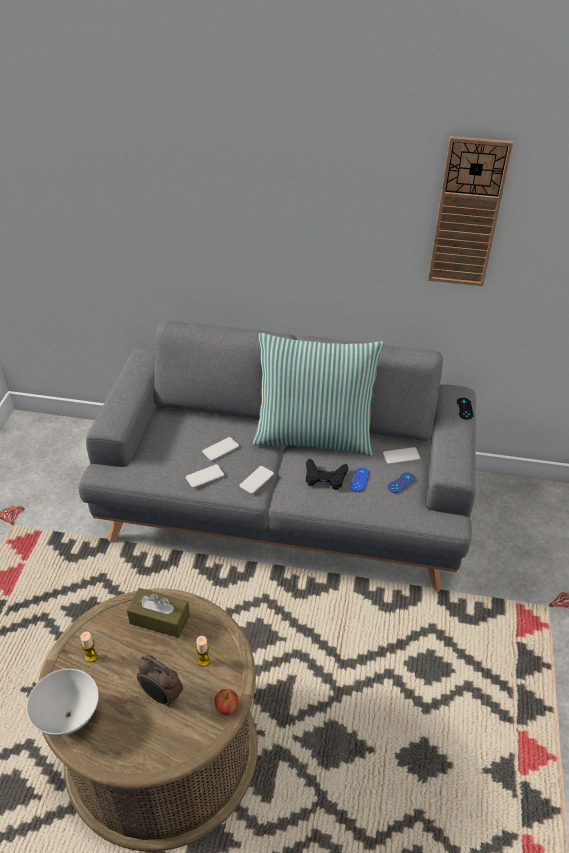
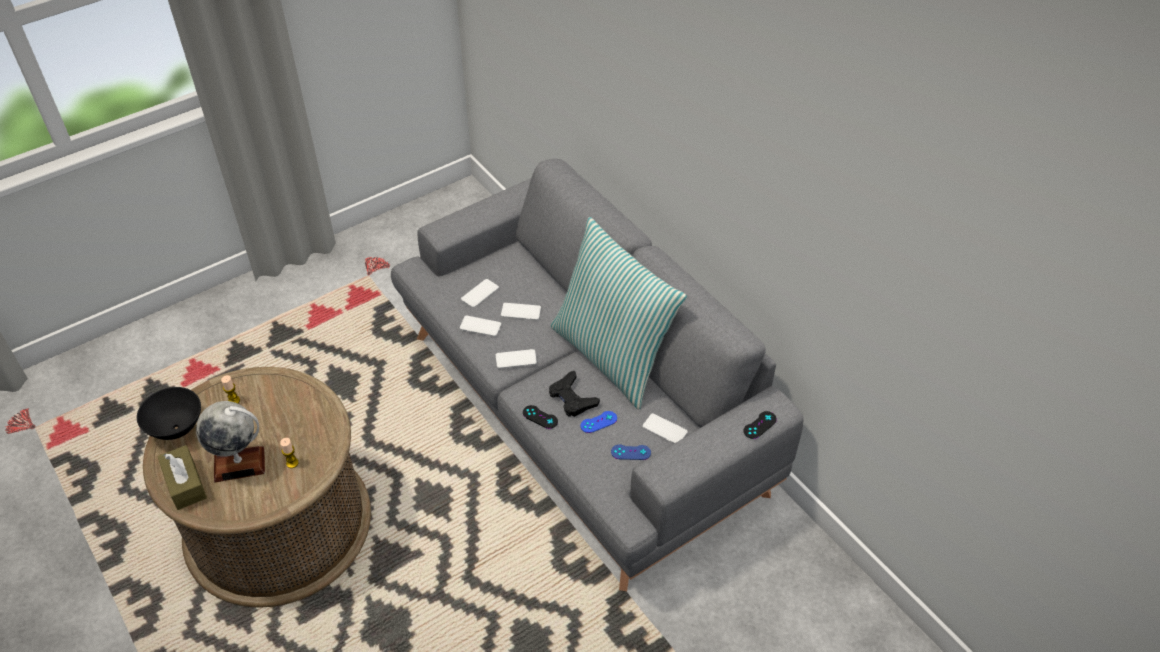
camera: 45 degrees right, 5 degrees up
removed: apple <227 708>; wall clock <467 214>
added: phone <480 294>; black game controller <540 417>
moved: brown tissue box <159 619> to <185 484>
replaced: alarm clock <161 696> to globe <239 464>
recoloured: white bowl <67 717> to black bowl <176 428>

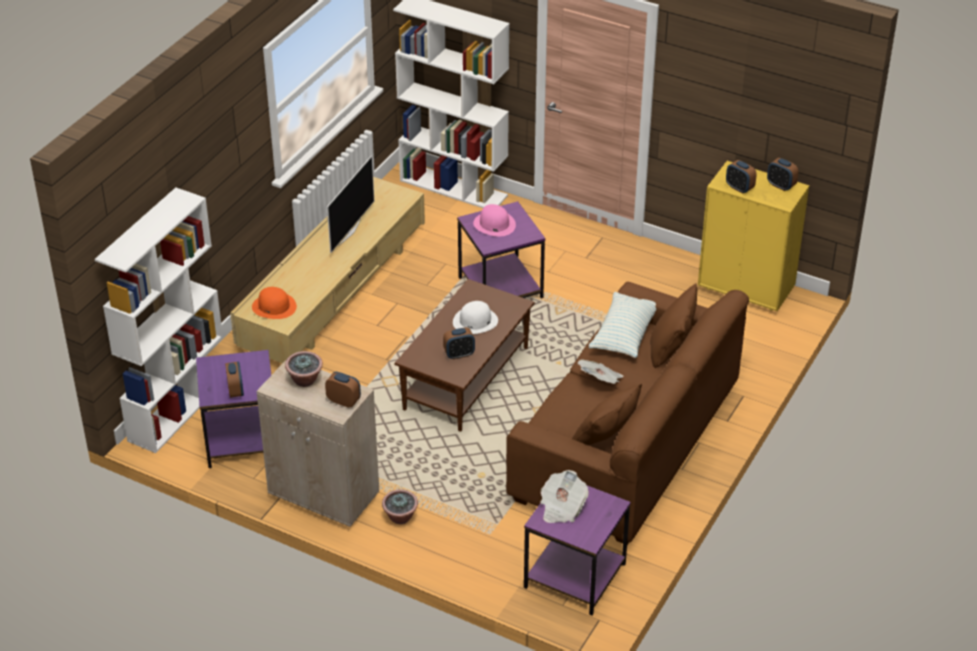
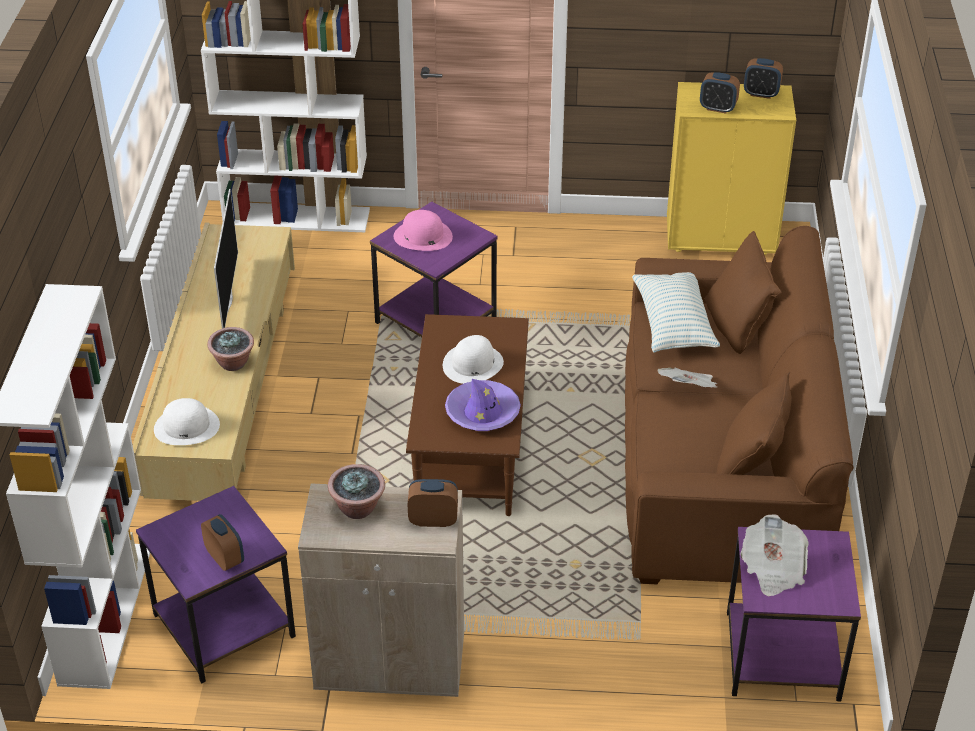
camera: 25 degrees left, 0 degrees up
moved: potted plant <400 517> to <233 363>
replaced: alarm clock <459 354> to purple hat <482 412>
recoloured: orange hat <274 306> to white hat <187 426>

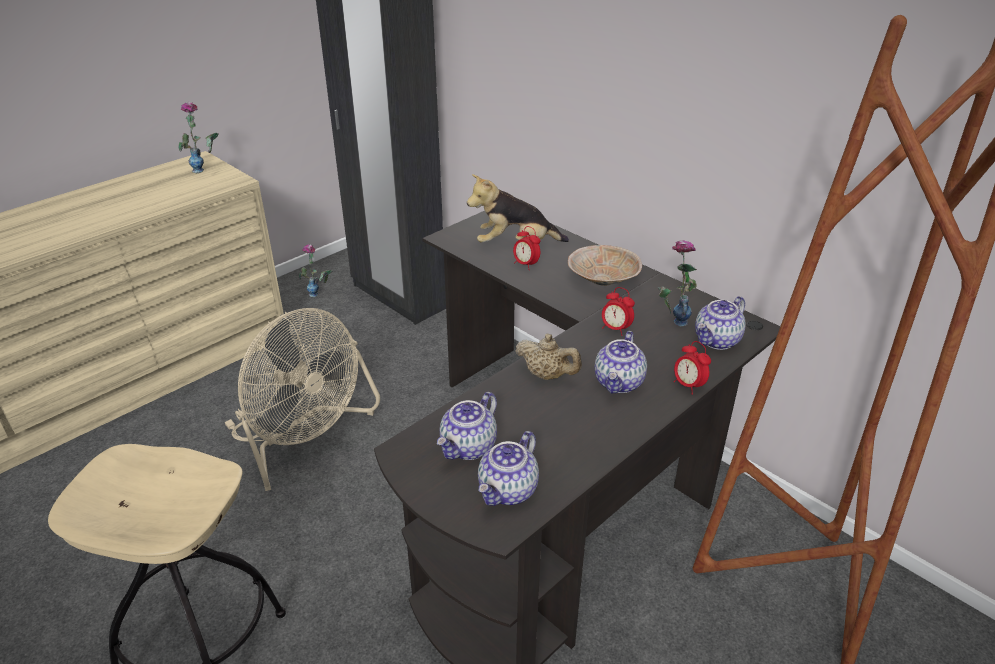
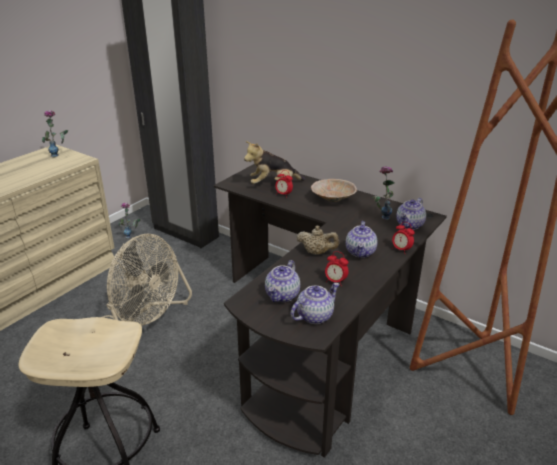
camera: 10 degrees left, 5 degrees down
moved: alarm clock <615 329> to <335 281>
turned: teapot <508 491> = <314 315> 150 degrees counterclockwise

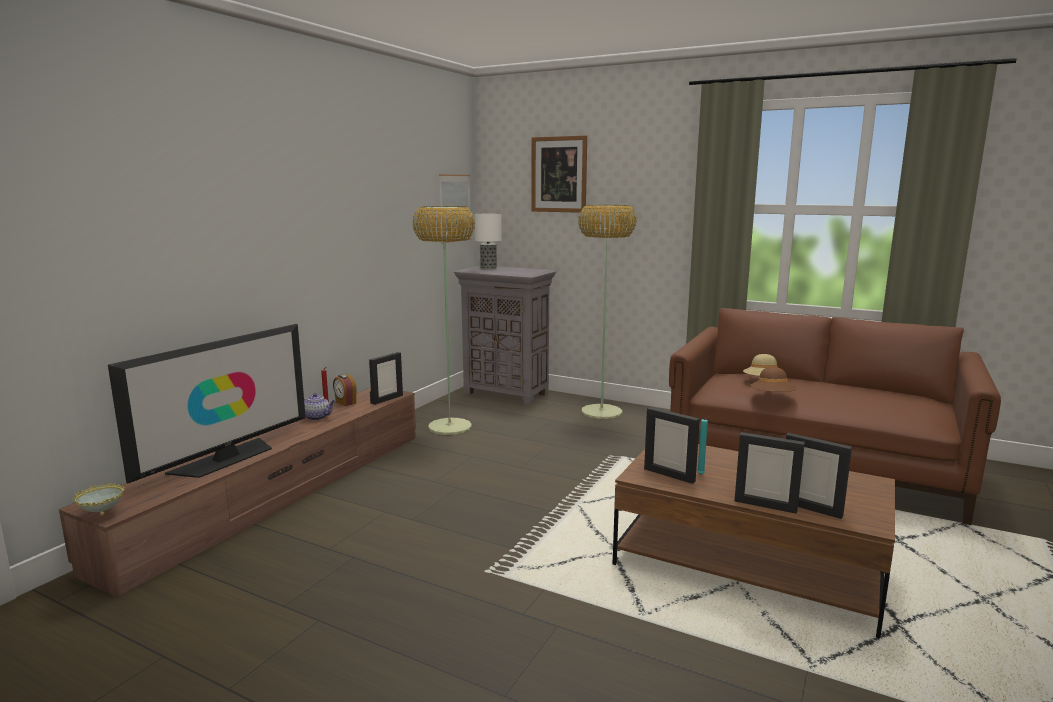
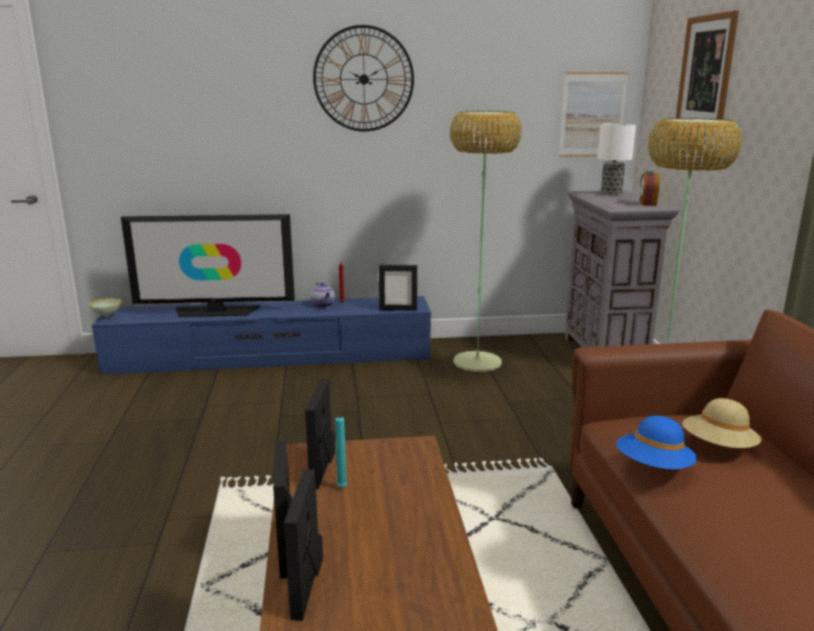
camera: 55 degrees right, 5 degrees up
added: wall clock <363 79>
moved: alarm clock <345 402> to <647 204>
recoloured: brown tv stand <280 492> to blue tv stand <271 356>; brown hat <772 397> to blue hat <653 467>

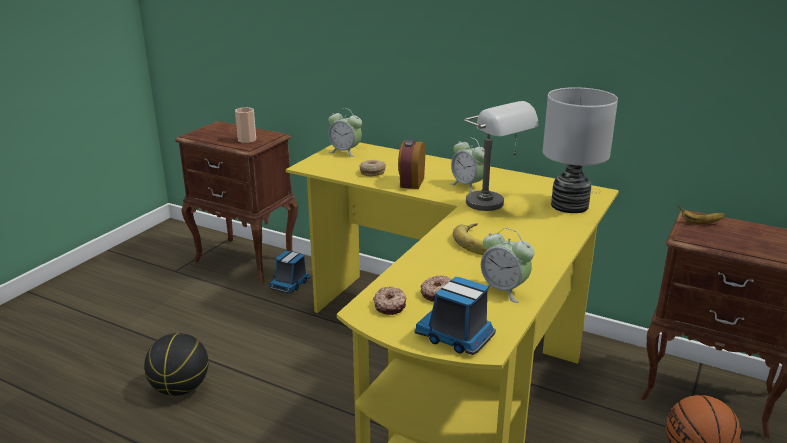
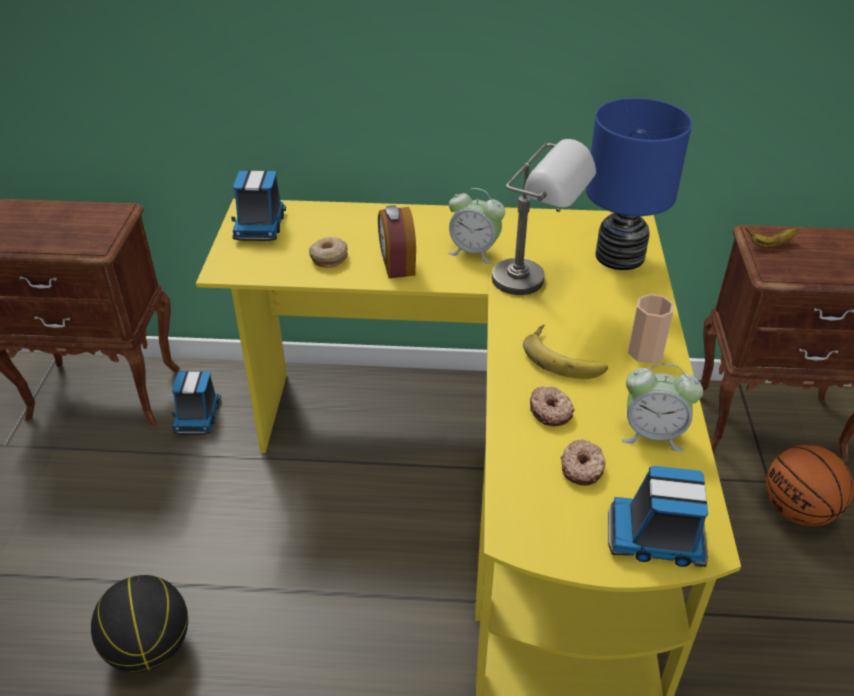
camera: 25 degrees left, 15 degrees up
moved: cup <247 140> to <645 352>; donut <390 305> to <551 411>
replaced: alarm clock <345 152> to toy truck <260 225>
recoloured: grey table lamp <569 206> to blue table lamp <619 256>

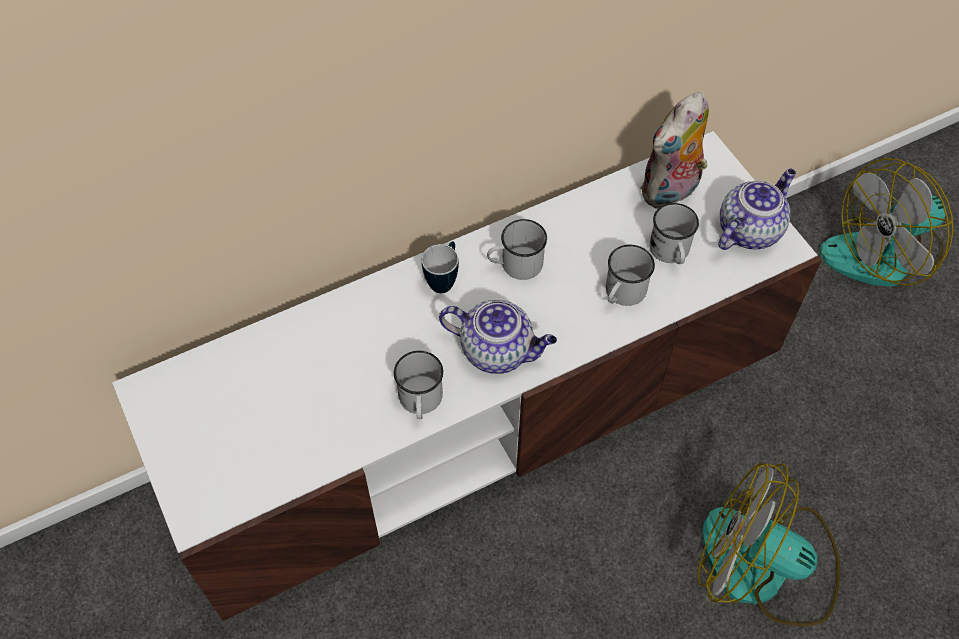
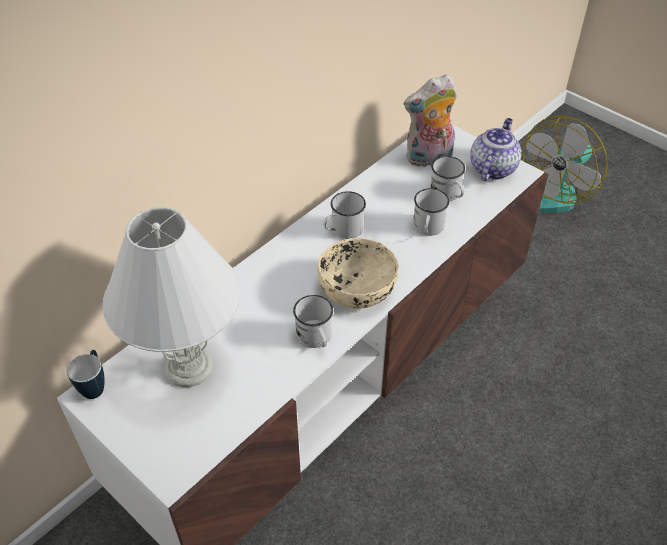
camera: 20 degrees left, 10 degrees down
removed: fan <764 568>
added: white table lamp <190 368>
moved: mug <444 279> to <95 386>
replaced: teapot <498 350> to beige bowl <357 288>
turned: plush toy <670 192> = <428 159> 45 degrees clockwise

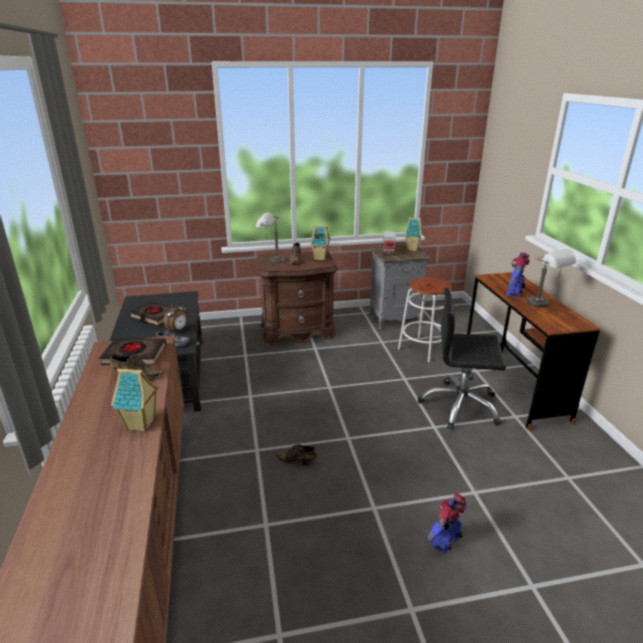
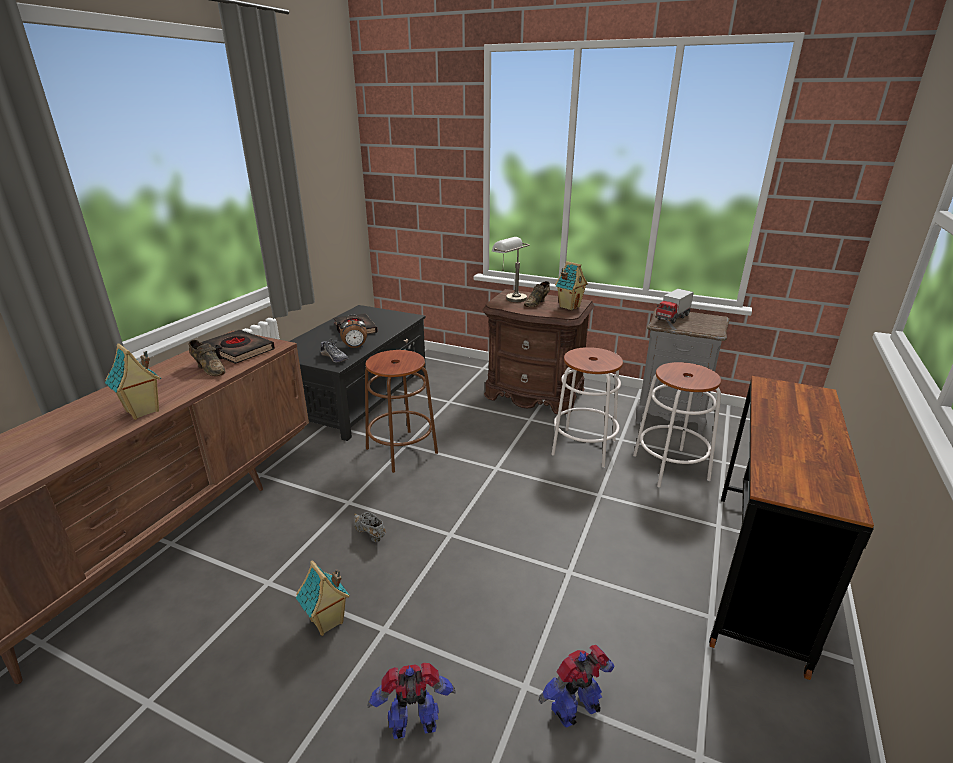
camera: 35 degrees right, 0 degrees up
removed: black office chair <460 406>; grey table lamp <544 305>
added: brown stool <401 450>; white stool <584 447>
moved: toy house <412 249> to <327 623>; toy robot <514 293> to <577 710>
recoloured: brown shoe <297 462> to grey shoe <369 534>

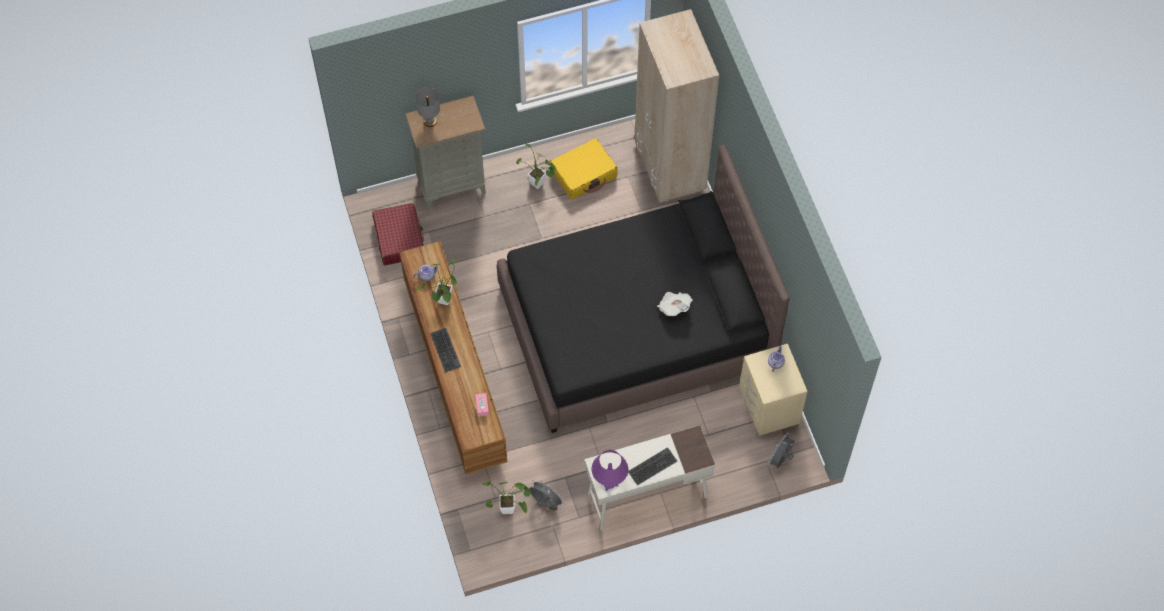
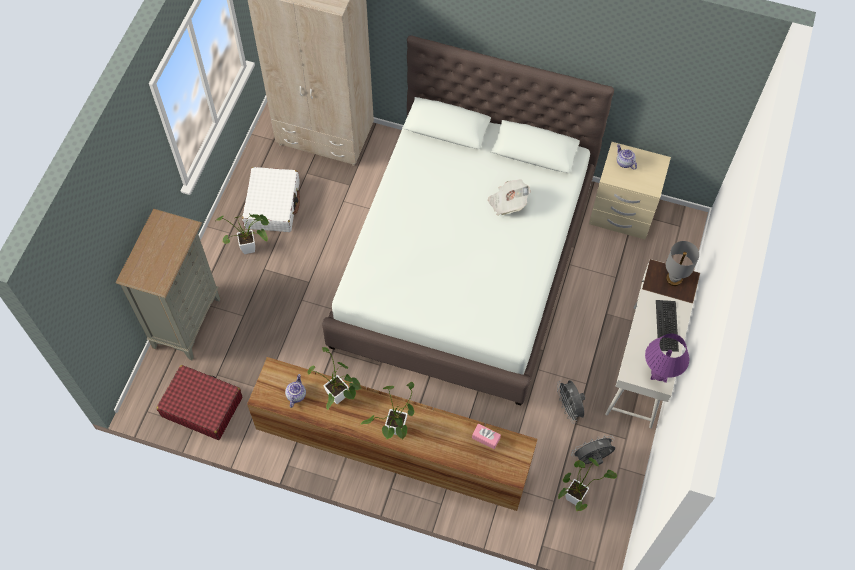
camera: 55 degrees left, 0 degrees up
moved: grey table lamp <429 121> to <673 279>; grey fan <780 459> to <569 408>
replaced: keyboard <445 350> to potted plant <395 432>
recoloured: black bed <636 326> to white bed <463 264>; yellow suitcase <584 174> to white suitcase <273 205>

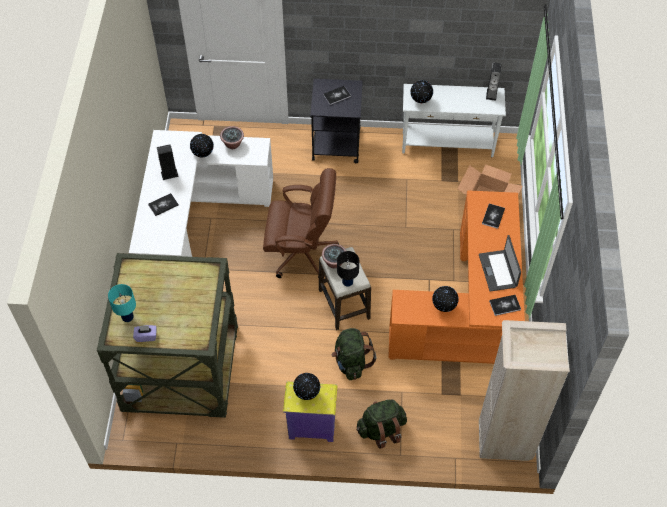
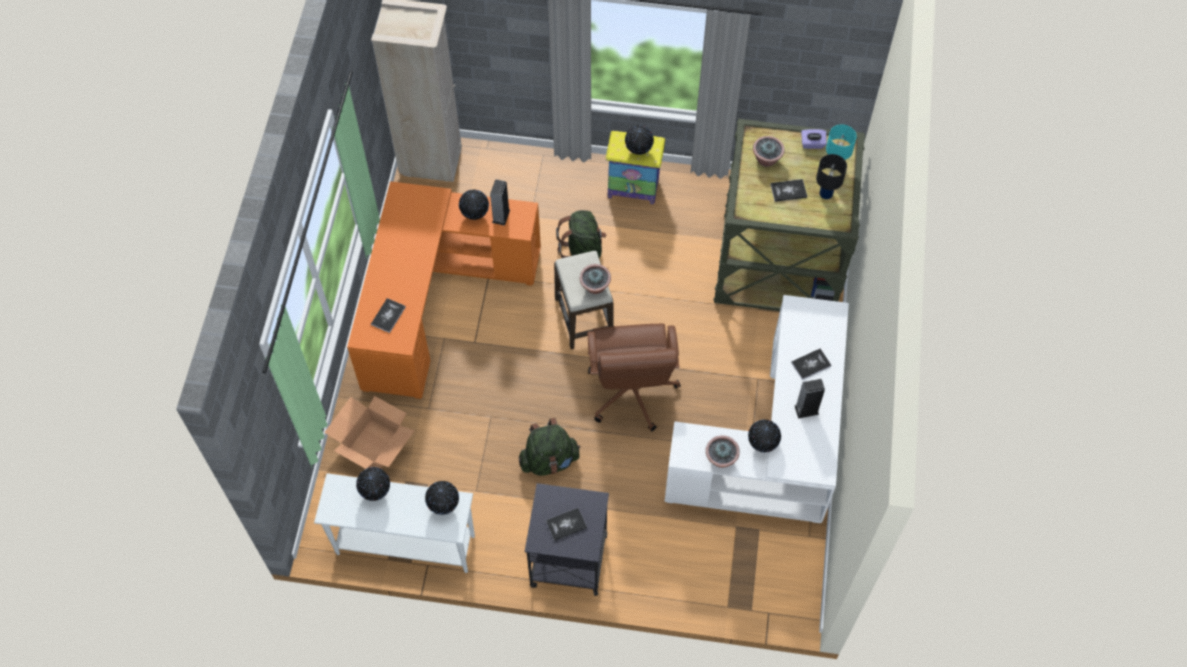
camera: 175 degrees left, 5 degrees up
removed: laptop <498 270>
added: globe <376 492>; potted plant <766 159>
moved: black table lamp <348 283> to <825 194>; green backpack <381 430> to <549 460>; speaker <491 94> to <501 216>; book <505 305> to <788 191>
turned: brown office chair <301 253> = <631 390> 105 degrees counterclockwise

